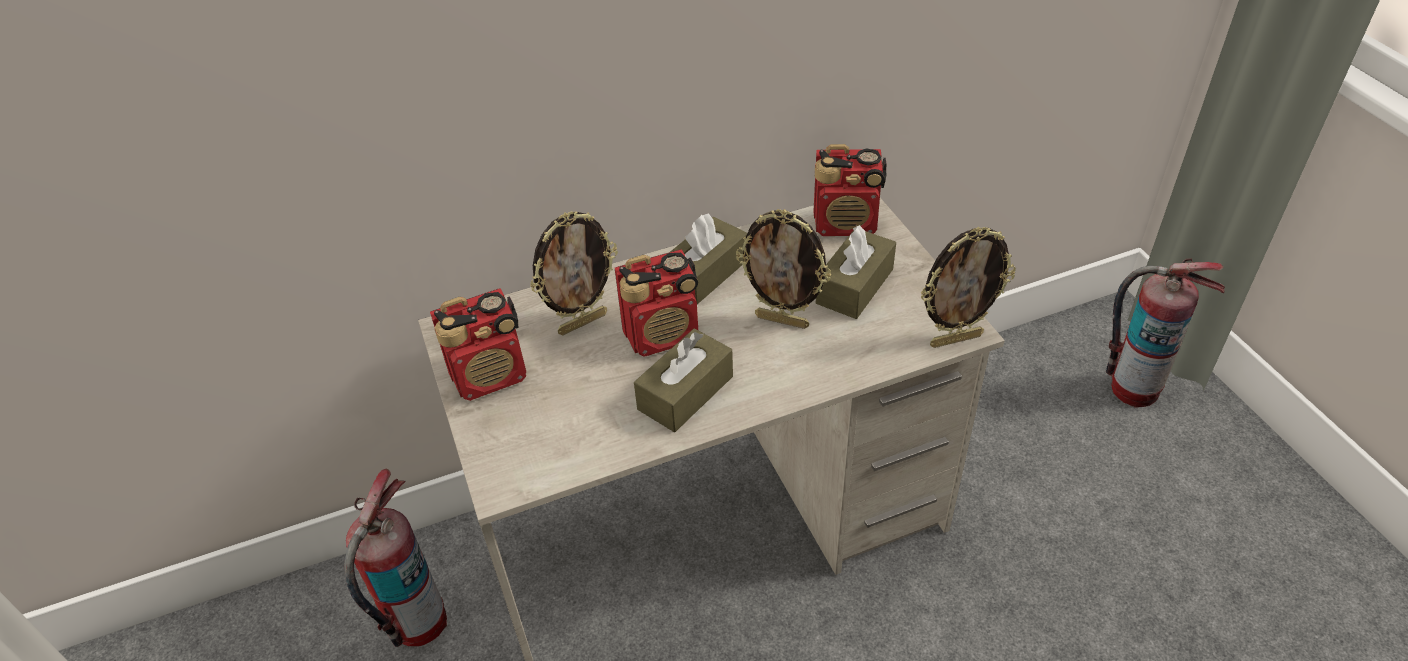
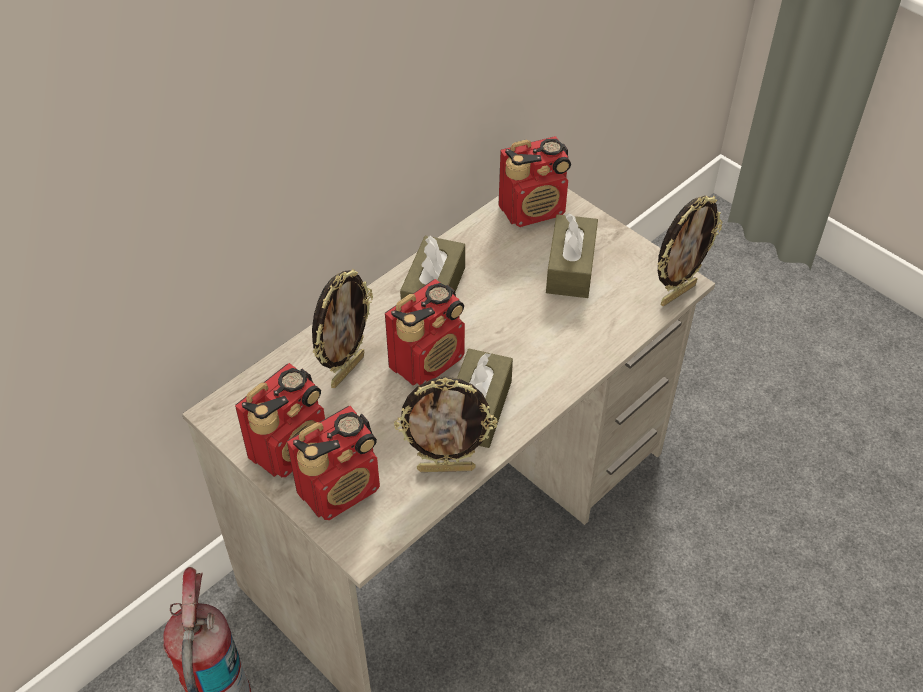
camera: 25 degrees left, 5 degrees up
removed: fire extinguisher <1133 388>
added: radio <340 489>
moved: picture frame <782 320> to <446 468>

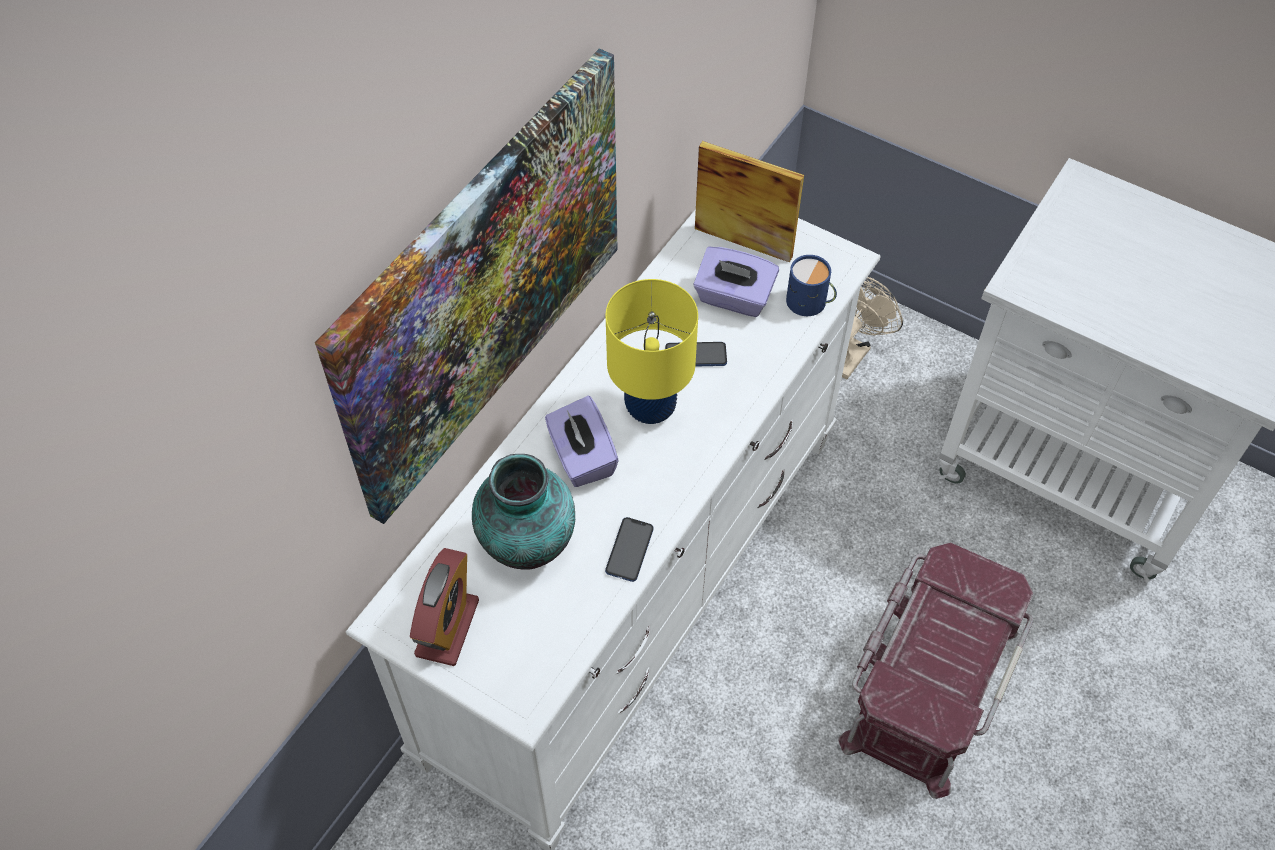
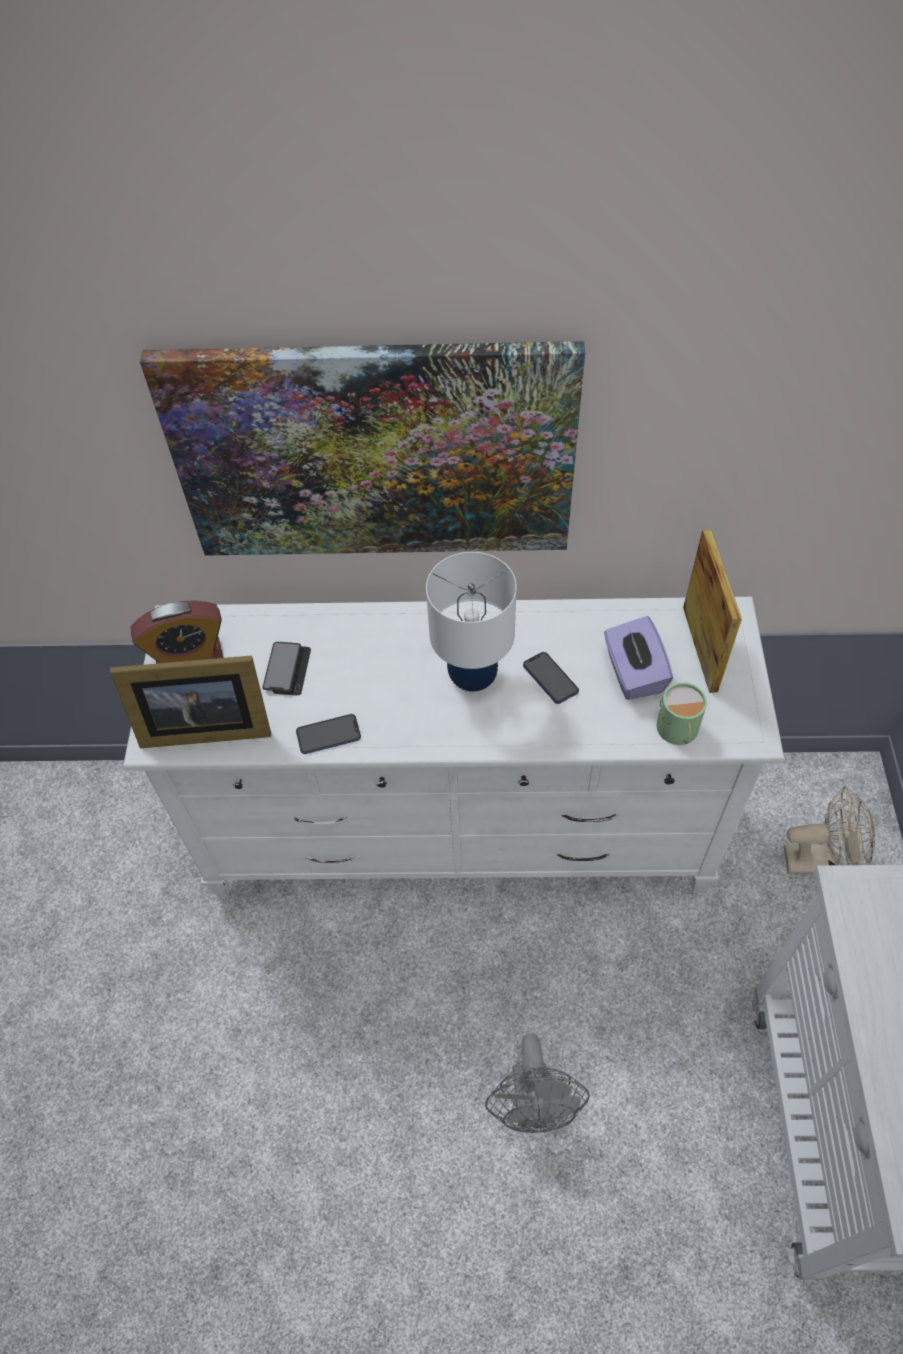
camera: 60 degrees right, 0 degrees up
removed: purple tissue box <581 457>
added: picture frame <202 726>
replaced: vase <528 548> to phone <287 669>; red storage box <927 683> to grey fan <534 1105>
recoloured: yellow table lamp <651 410> to white table lamp <471 678>; blue mug <810 303> to green mug <677 731>

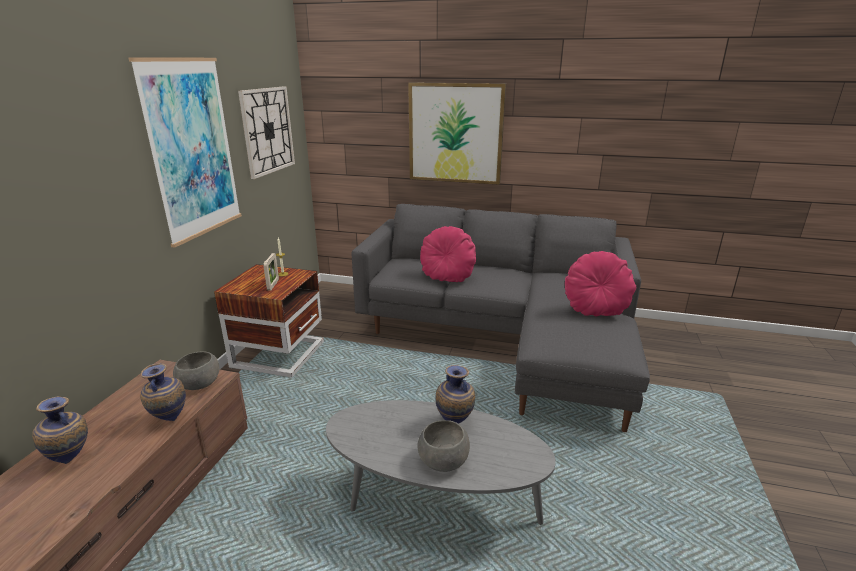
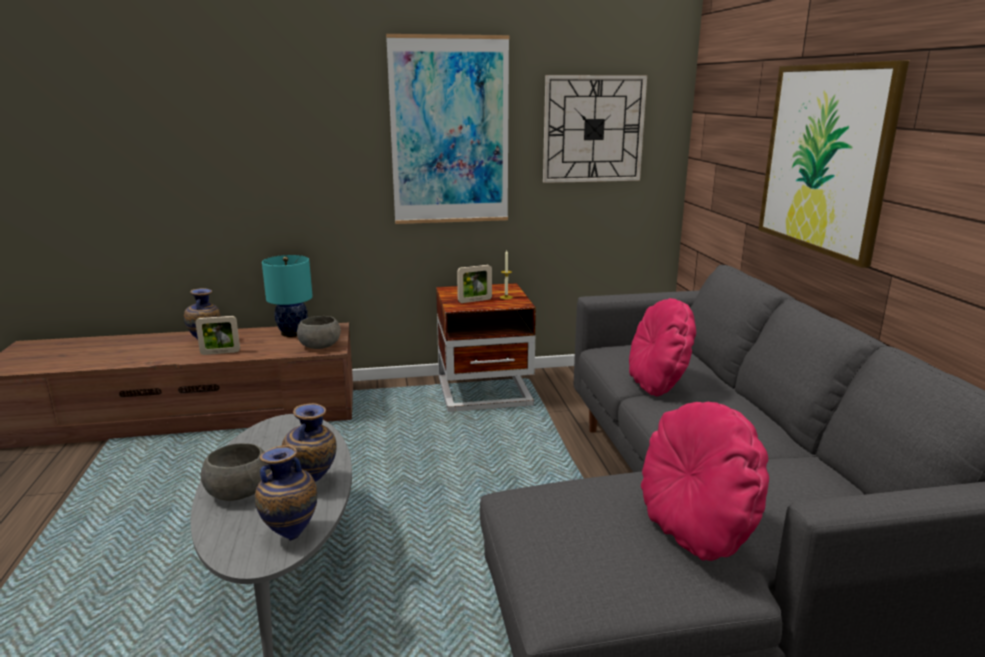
camera: 65 degrees right, 5 degrees down
added: picture frame <220 352>; turquoise table lamp <292 333>
moved: vase <169 419> to <291 535>

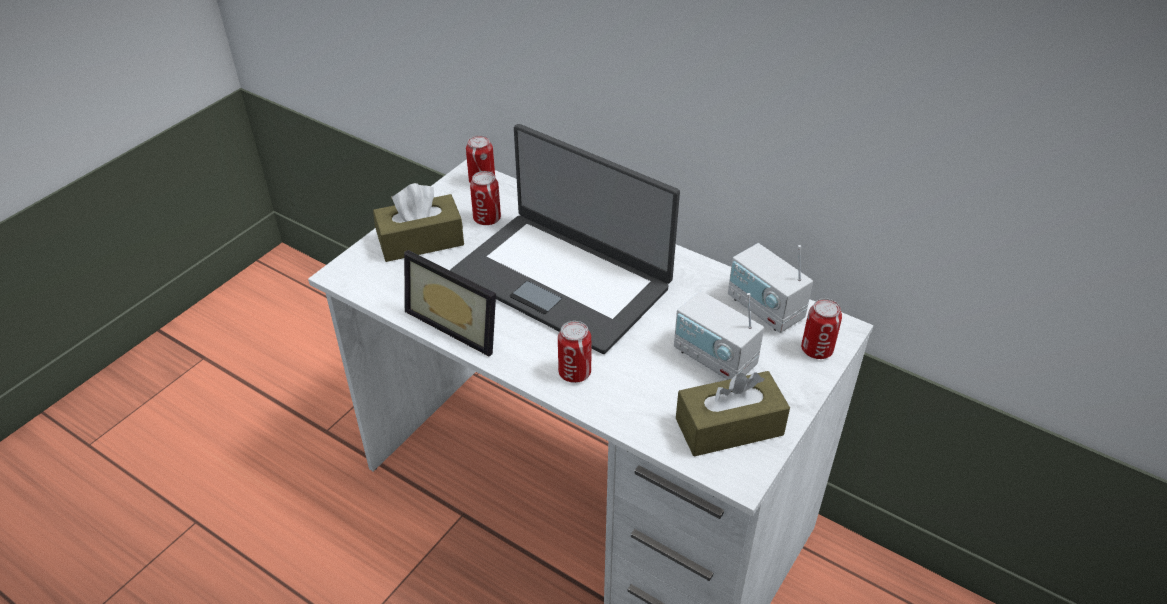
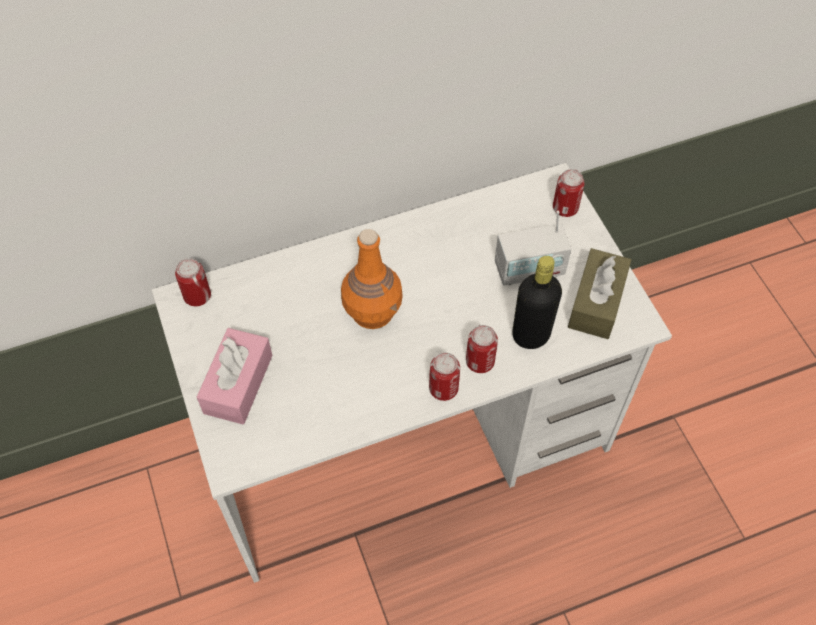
camera: 55 degrees left, 15 degrees up
removed: picture frame <459 322>; radio <764 309>
added: black bottle <531 335>
moved: can <487 219> to <443 389>
replaced: laptop <562 279> to orange bottle <373 311>
recoloured: brown tissue box <420 241> to pink tissue box <238 384>

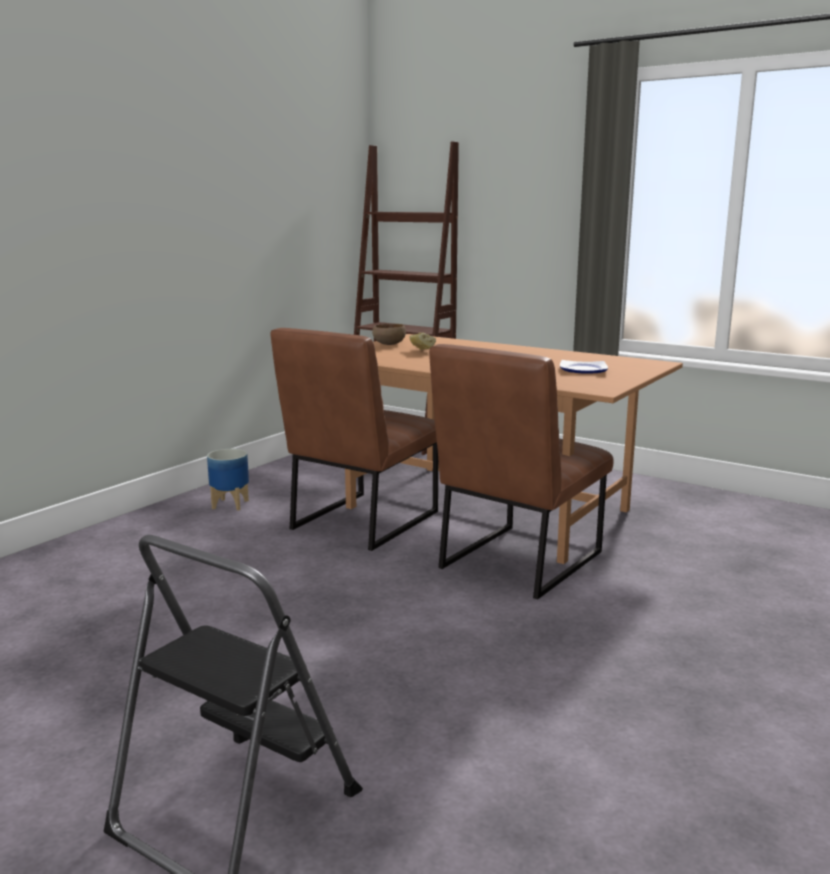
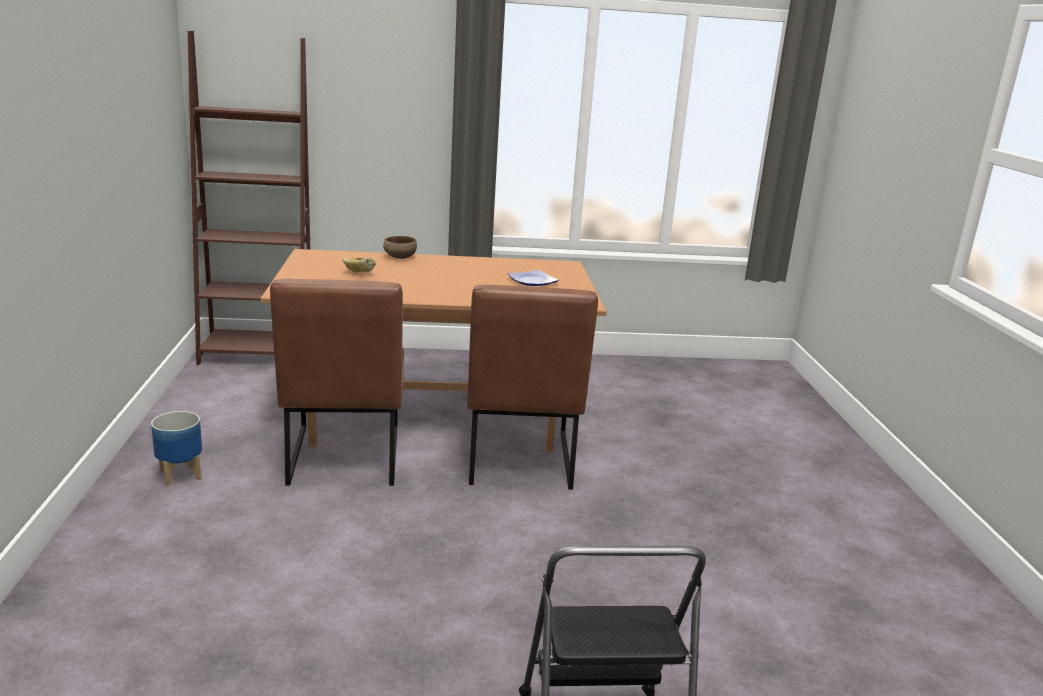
camera: 40 degrees left, 5 degrees up
moved: brown bowl <388 344> to <399 257>

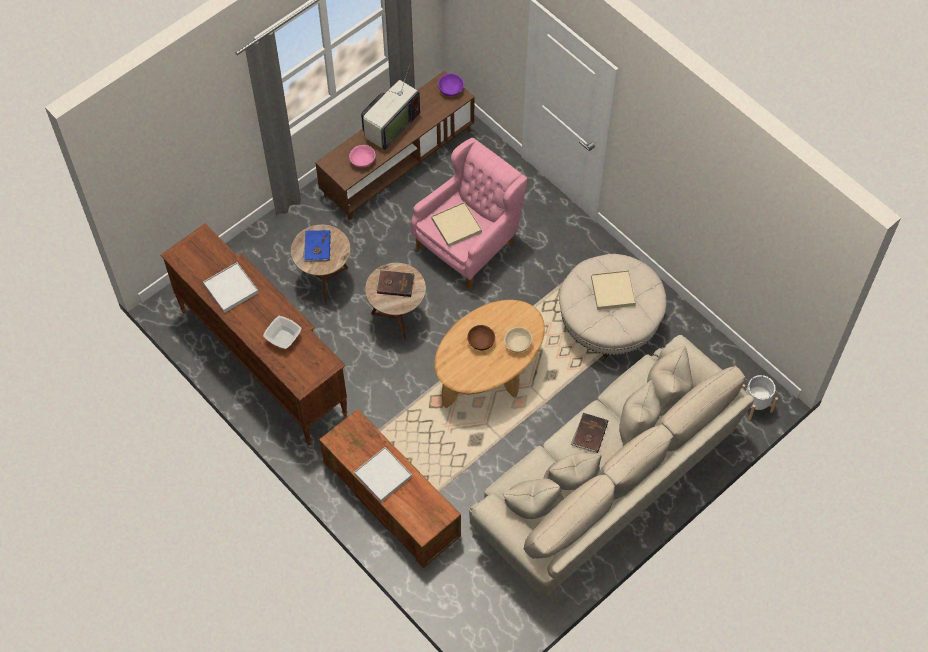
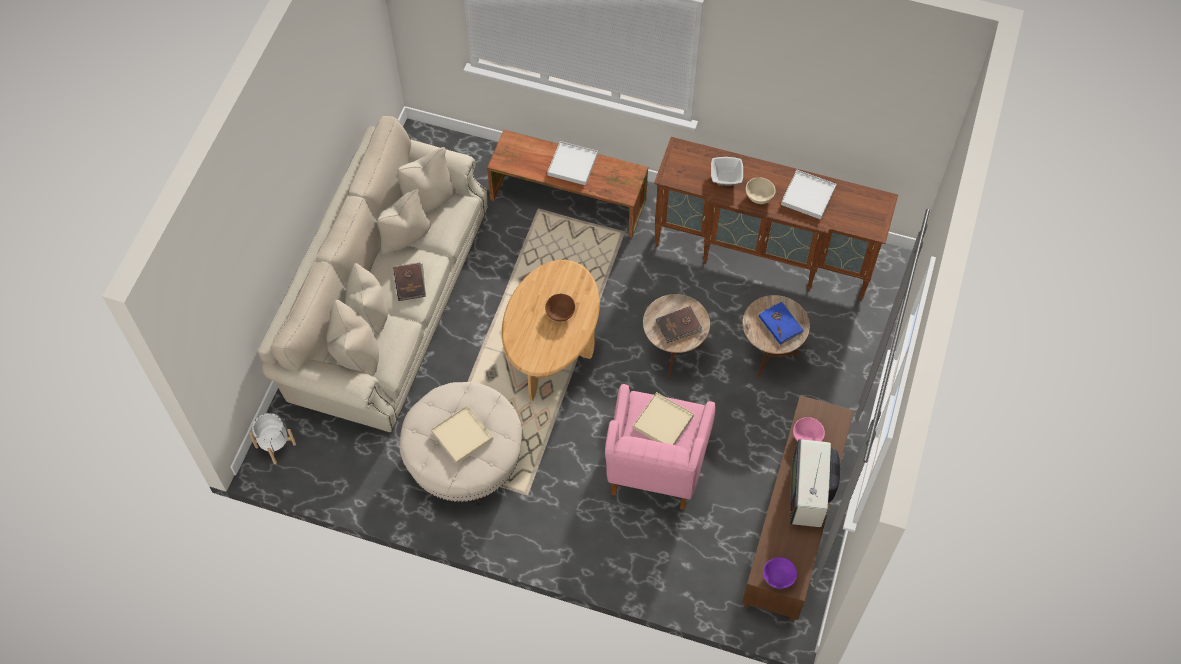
camera: 150 degrees right, 0 degrees up
moved: beige bowl <518 344> to <759 197>

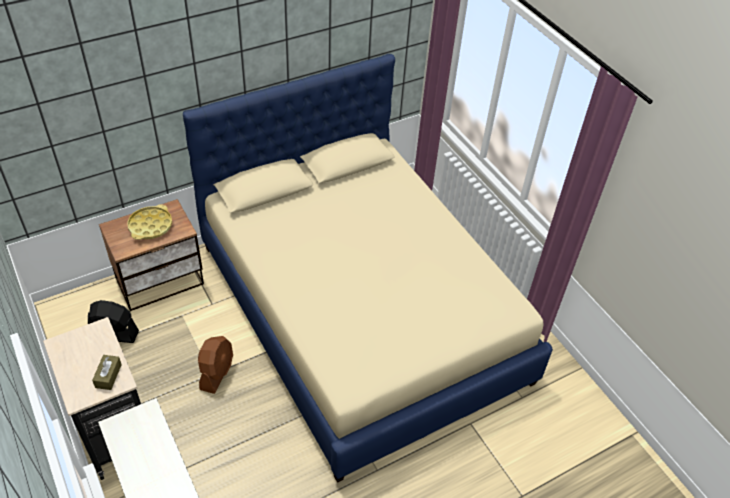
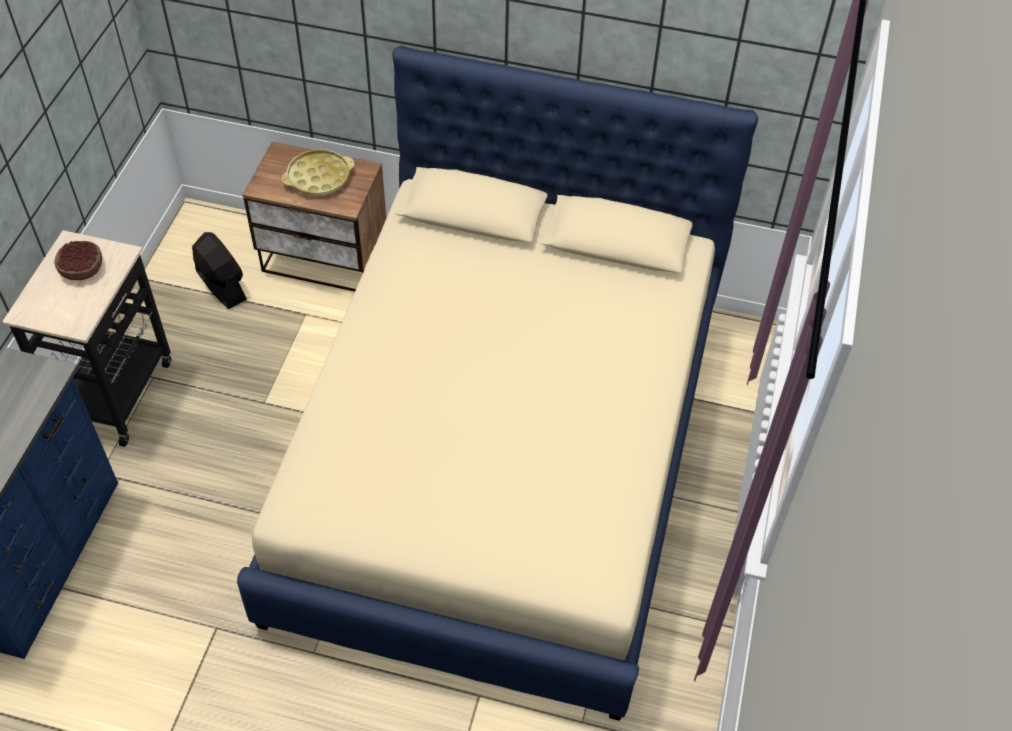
camera: 45 degrees right, 5 degrees up
removed: brown tissue box <108 376>; brown fan <217 372>
added: bowl <82 268>

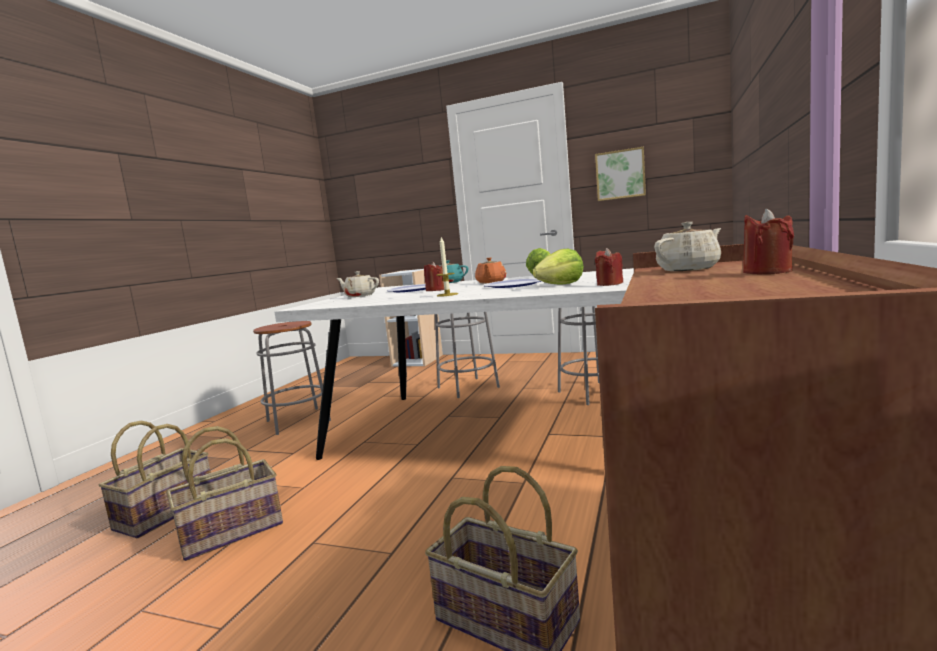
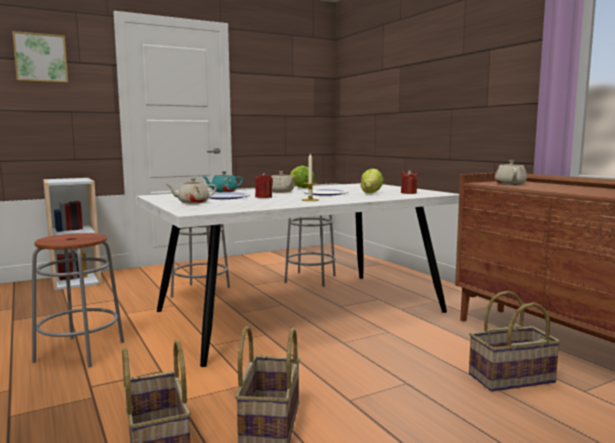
camera: 50 degrees left, 0 degrees up
removed: red candle <767 272>
moved: picture <620 174> to <40 58>
recoloured: orange teapot <491 282> to beige teapot <281 192>

